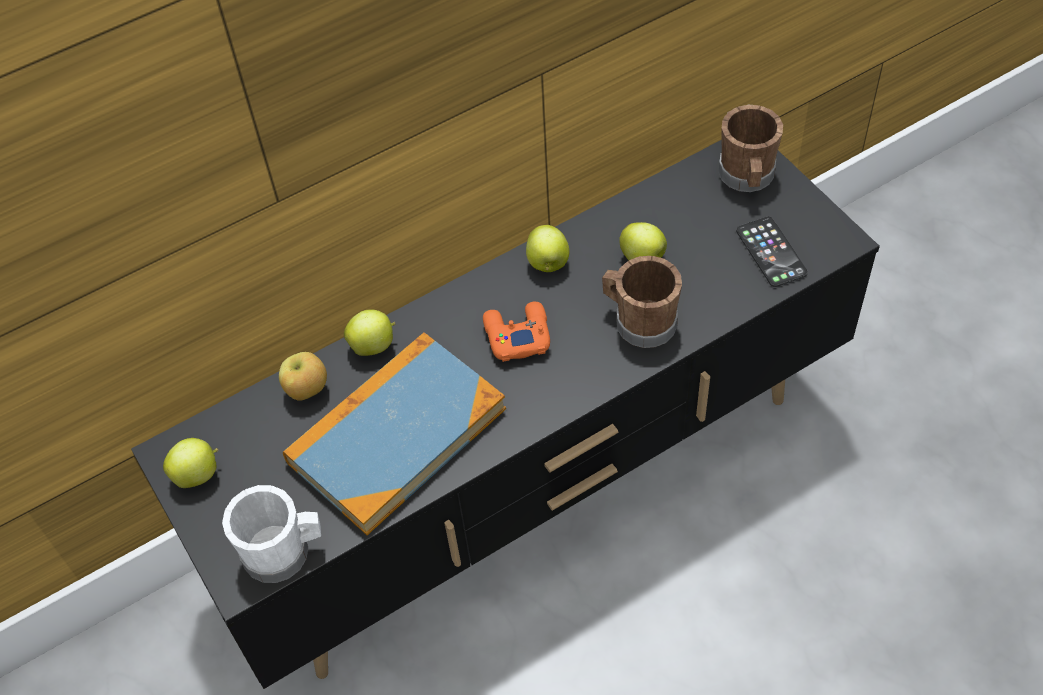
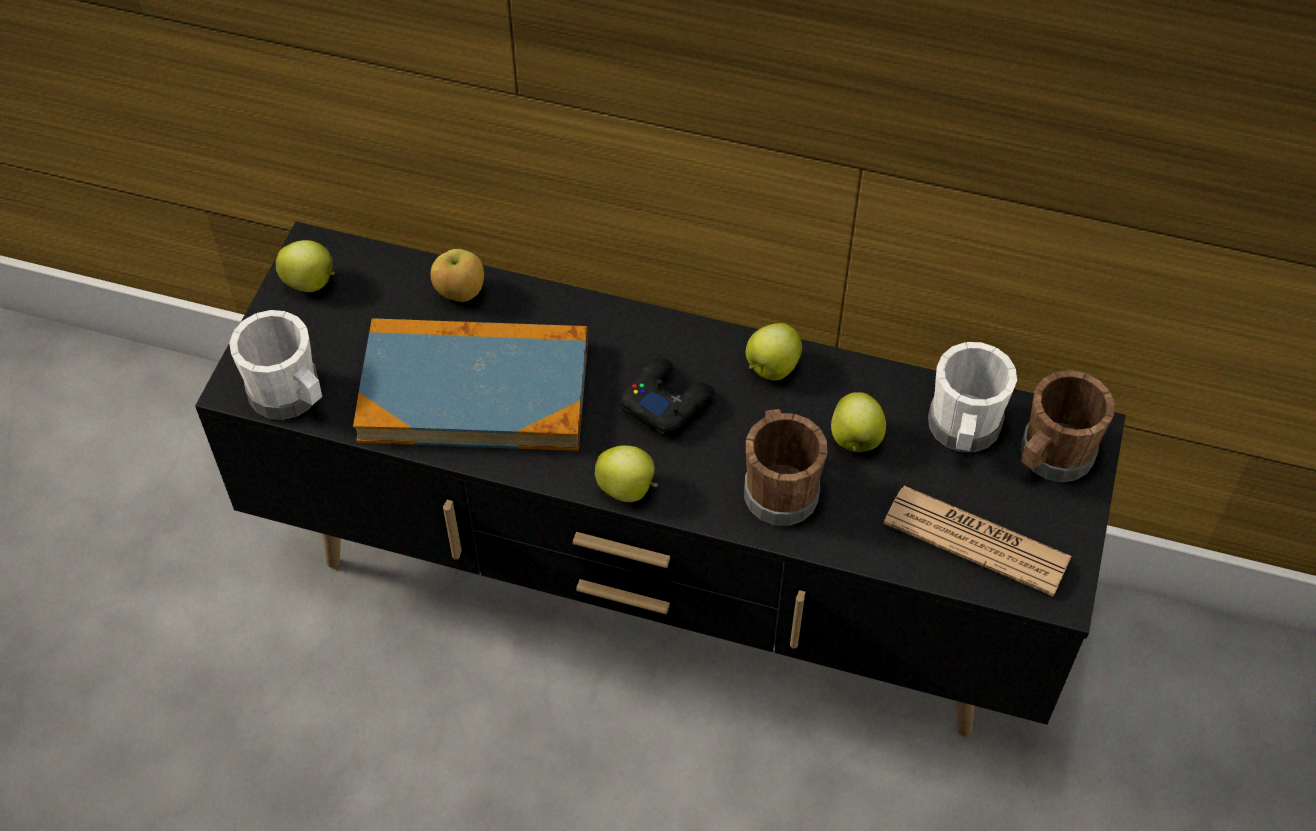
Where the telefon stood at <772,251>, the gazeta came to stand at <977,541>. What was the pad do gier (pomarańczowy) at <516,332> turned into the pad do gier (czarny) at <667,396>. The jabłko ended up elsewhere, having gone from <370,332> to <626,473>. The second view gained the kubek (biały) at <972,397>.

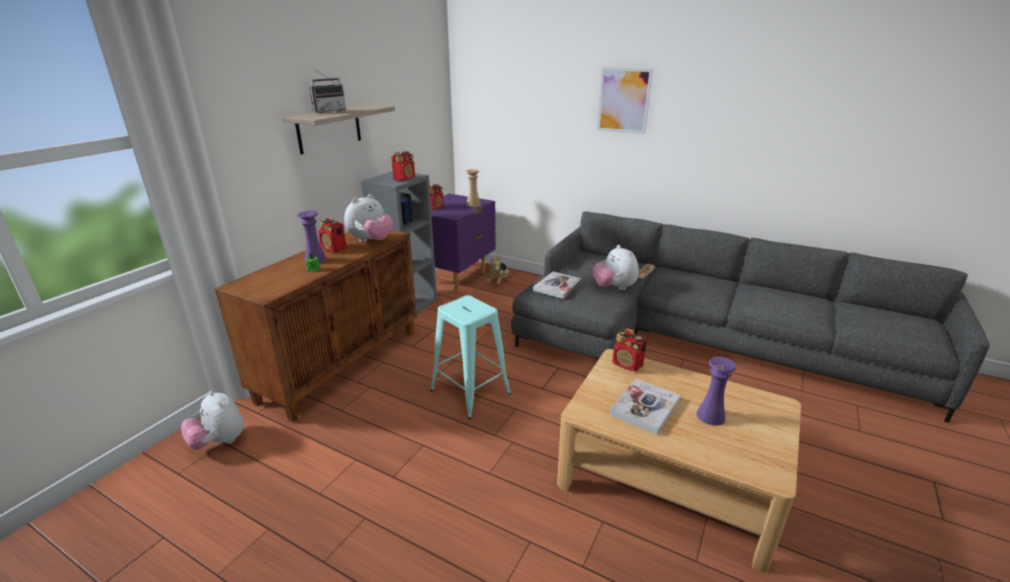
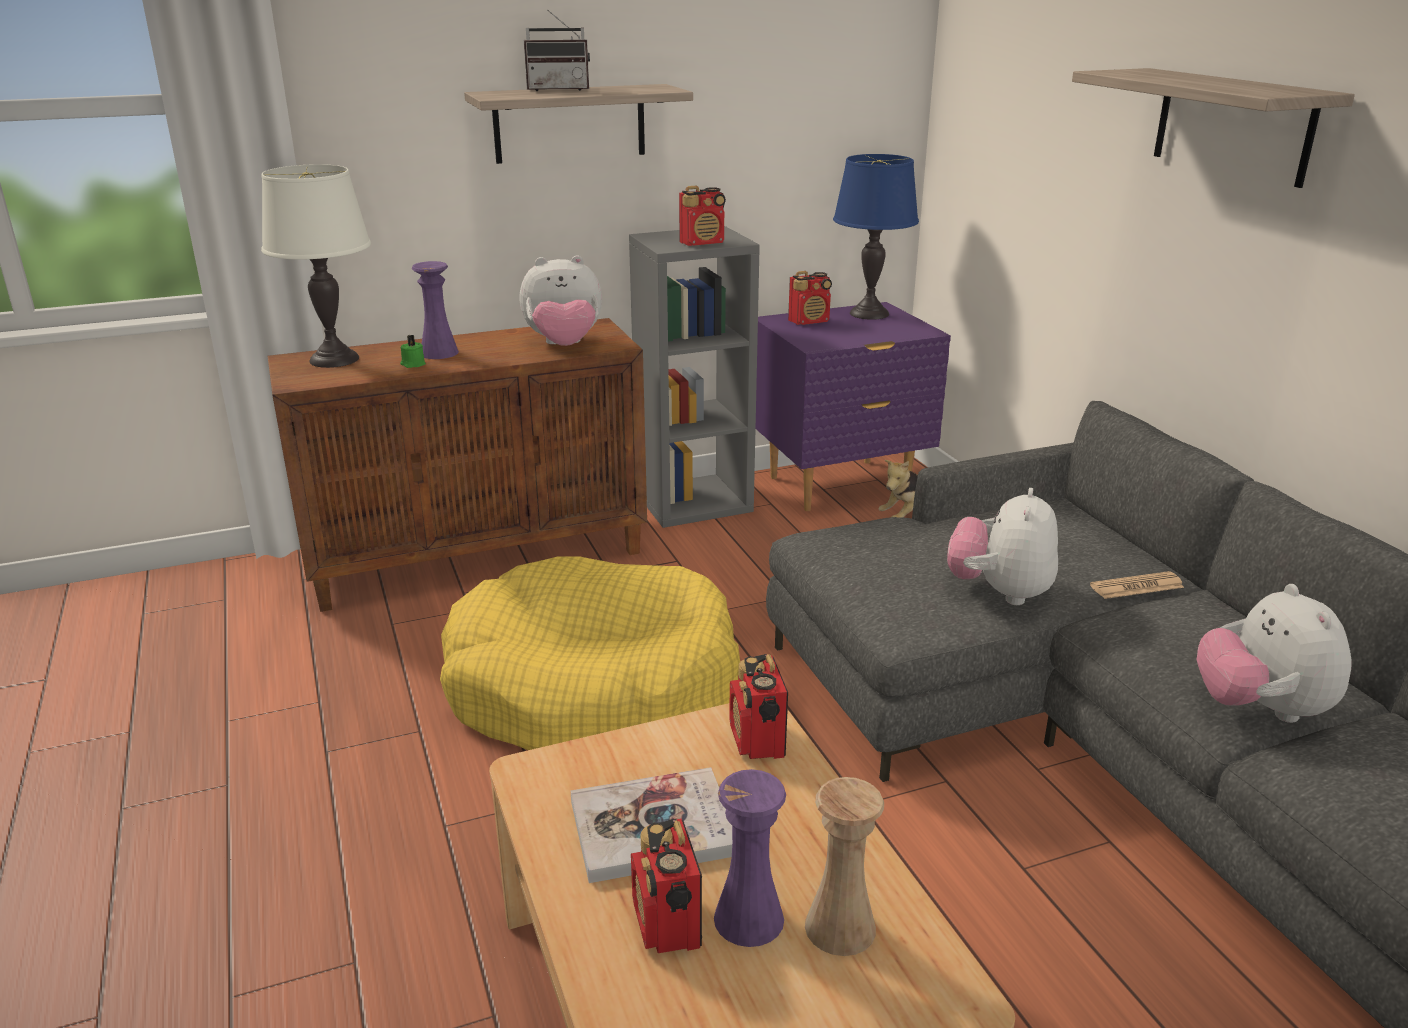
Where the obraz hung at <625,100>, the półka came to hang at <1213,128>. The wazon (beżowy) ended up elsewhere, having gone from <473,188> to <844,866>. The radio ended up elsewhere, having gone from <332,234> to <666,886>. The second view lost the książka at <557,285>. Where the stołek (turkusowy) stood at <470,357>, the legowisko (żółty) came to stand at <590,653>. The pluszak ended up elsewhere, having gone from <212,420> to <1274,653>. The second view gained the lampa stołowa (niebieski) at <876,237>. The second view gained the lampa stołowa (biały) at <316,266>.

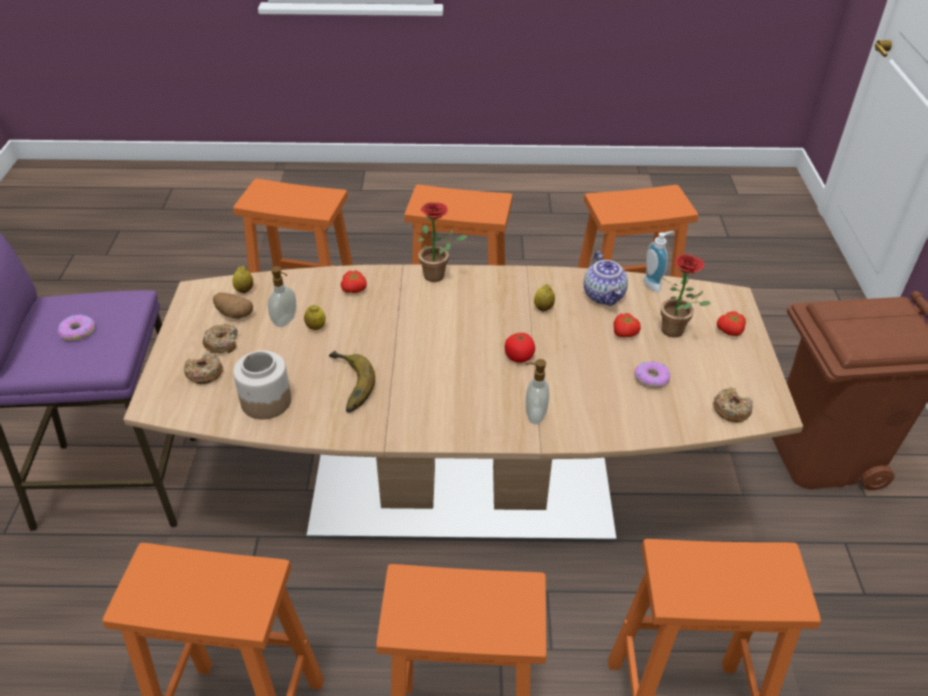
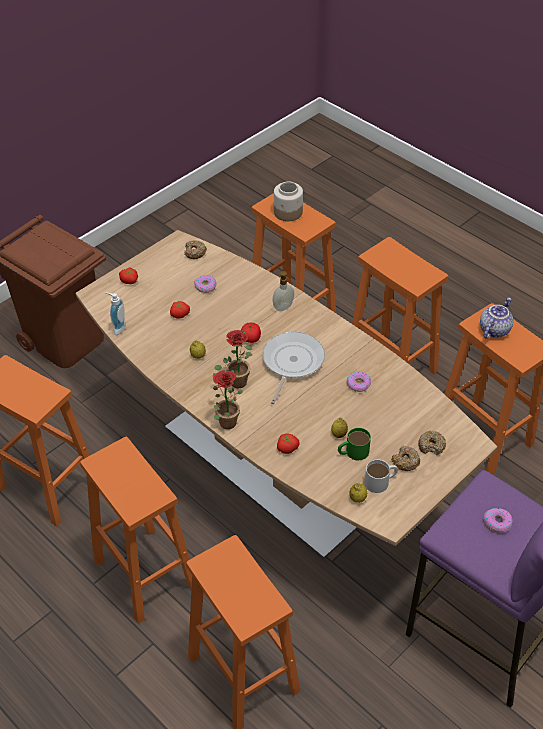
The imbryk ended up elsewhere, having gone from <606,278> to <496,318>. The roślina doniczkowa ended up elsewhere, having gone from <685,296> to <233,359>. Where the dozownik mydła stood at <282,296>, the kubek (zielony) came to stand at <354,444>. Where the ziemniak stood at <233,305>, the kubek (biały) came to stand at <381,476>. The słoik ended up elsewhere, having gone from <262,385> to <288,201>. Where the banan stood at <352,382>, the donut came to stand at <359,381>. The second view gained the patelnia at <294,368>.

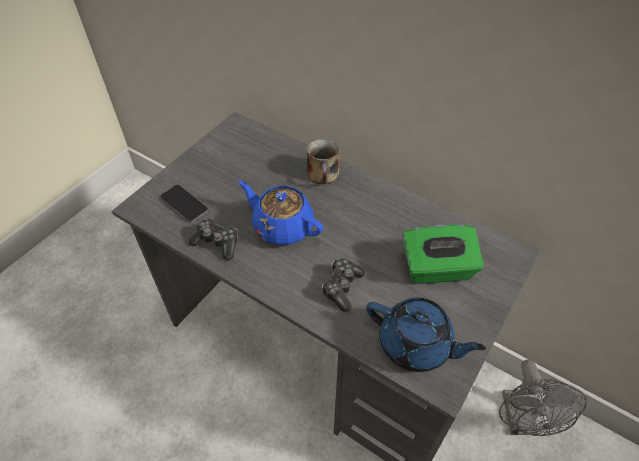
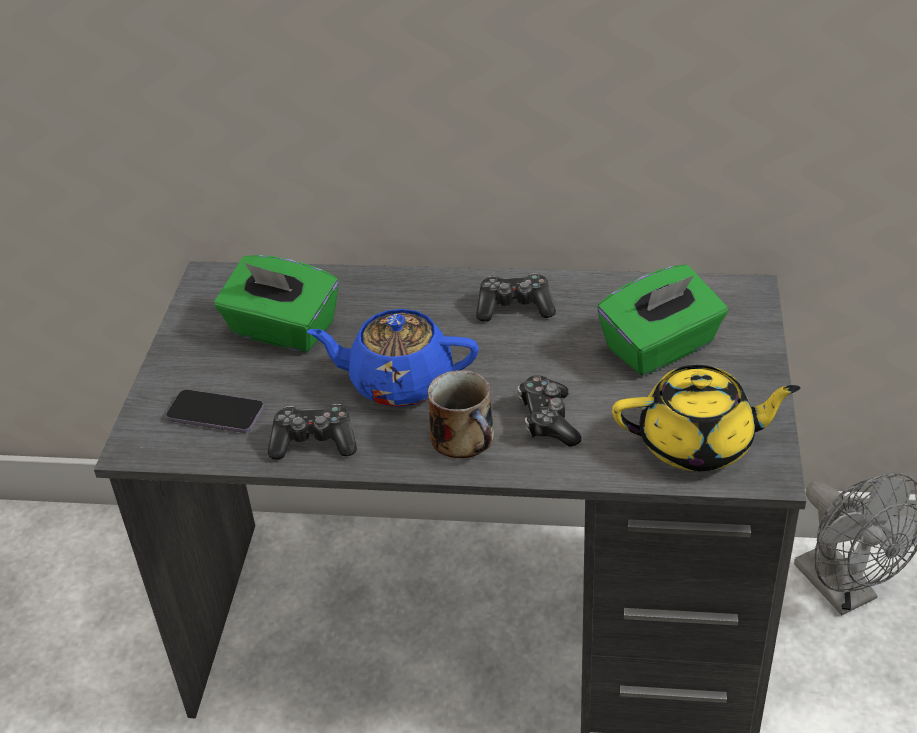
The kubek ended up elsewhere, having gone from <322,161> to <460,414>. What was the imbryk (niebieski) at <426,334> turned into the imbryk (żółty) at <706,418>. The second view gained the pudełko chusteczek (zielony) at <276,304>. The second view gained the pad do gier at <516,297>.

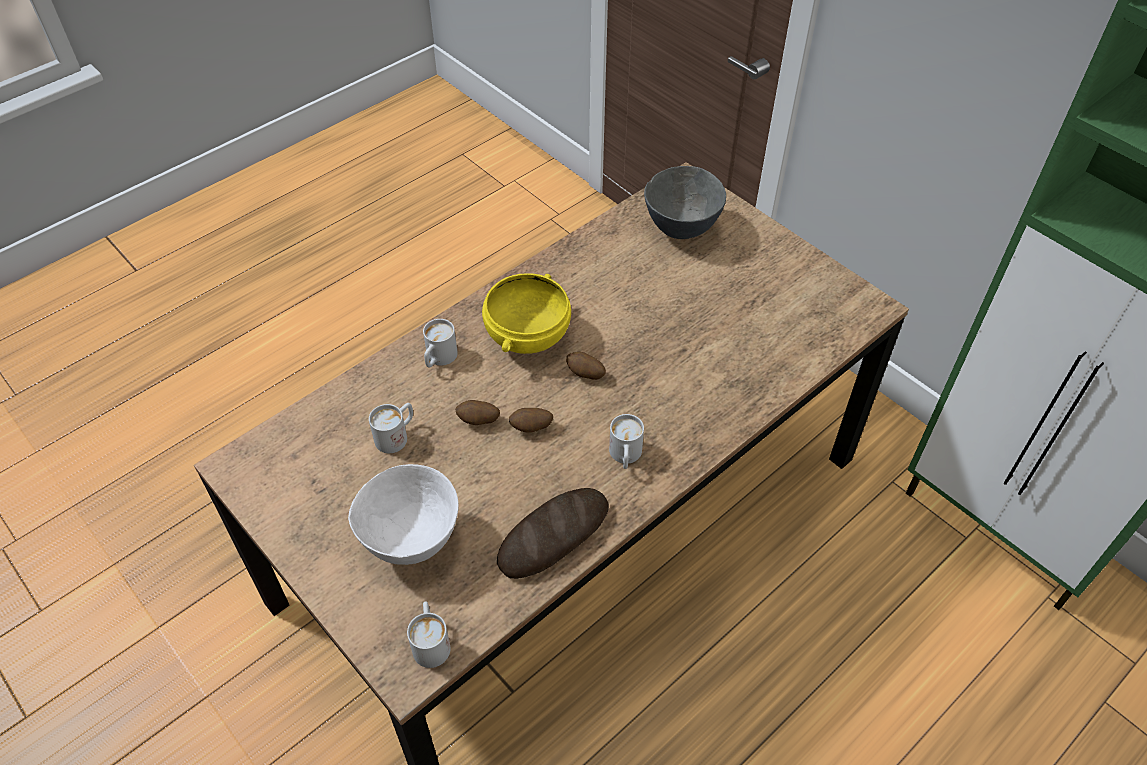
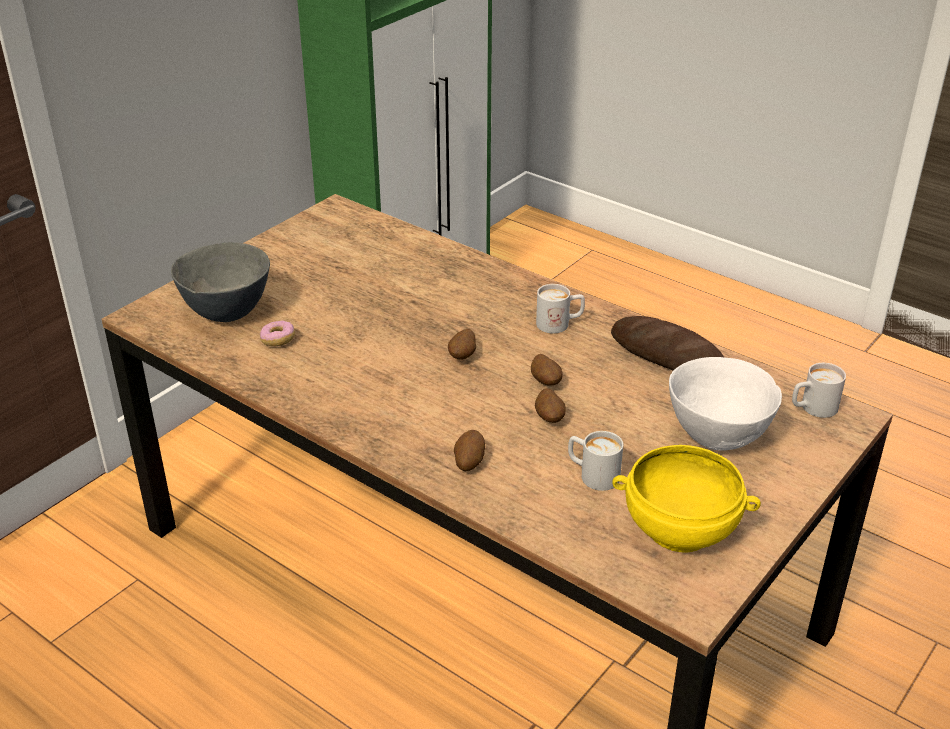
The miska (żółty) ended up elsewhere, having gone from <526,313> to <686,499>. Where the kubek (biały) stood at <440,343>, the ziemniak came to stand at <469,450>. The second view gained the donut at <277,333>.

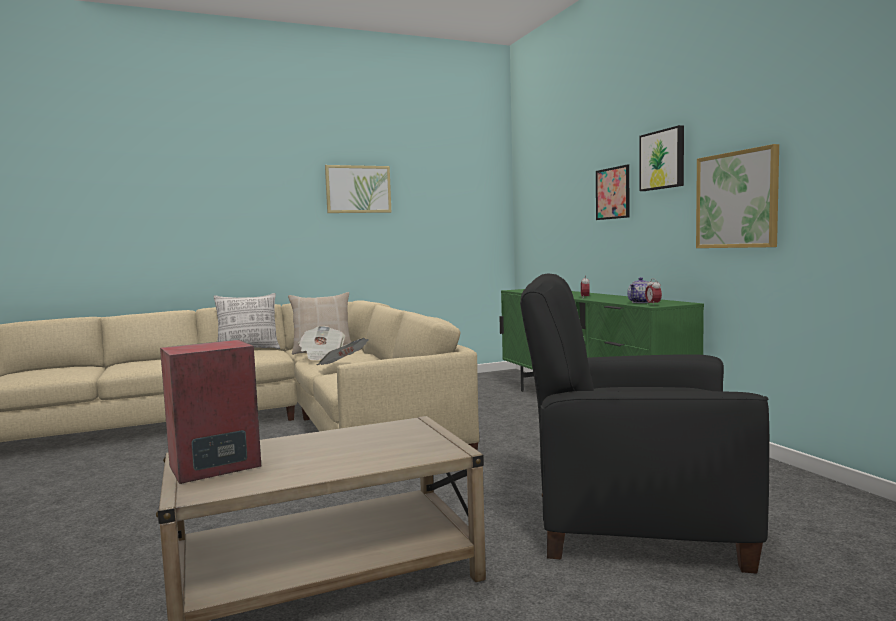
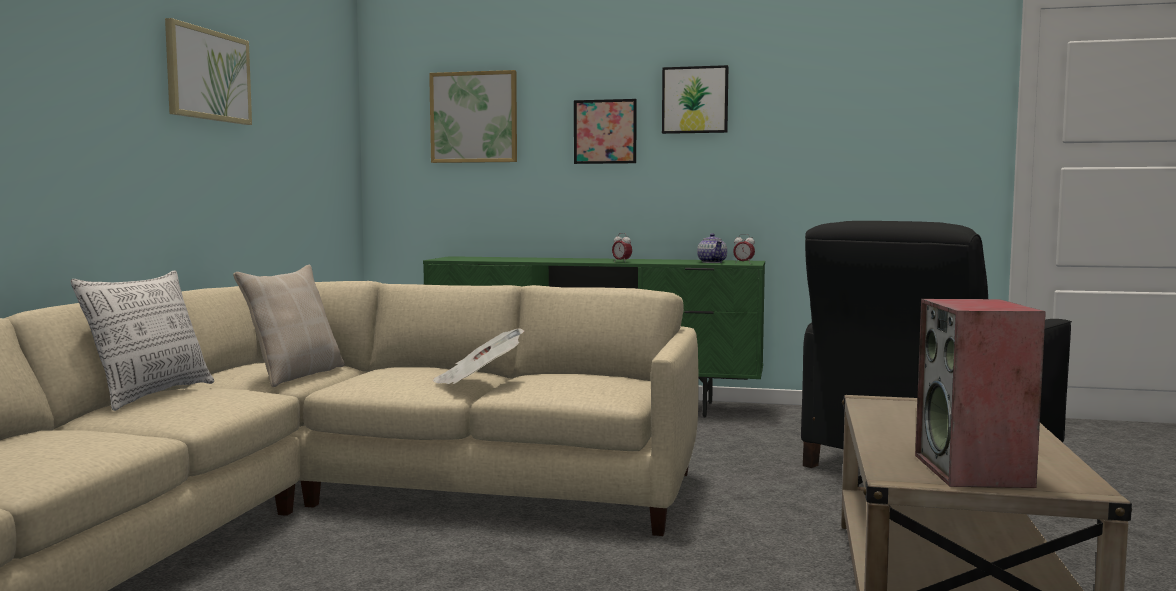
The obraz ended up elsewhere, having gone from <737,196> to <473,116>. The second view lost the gazeta at <321,343>.

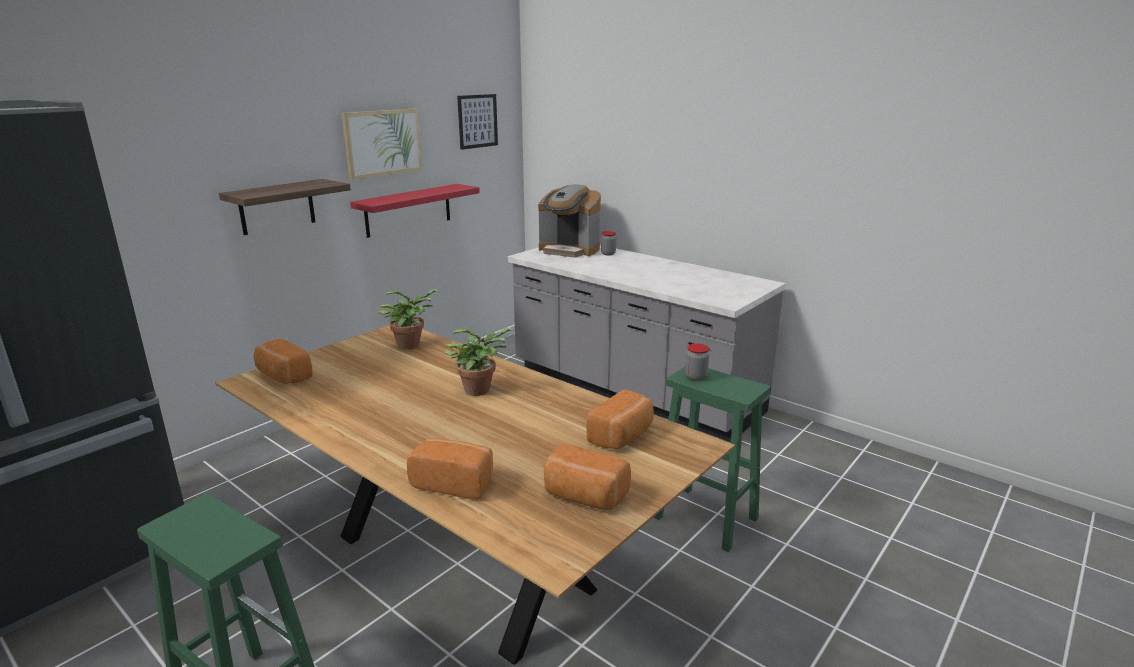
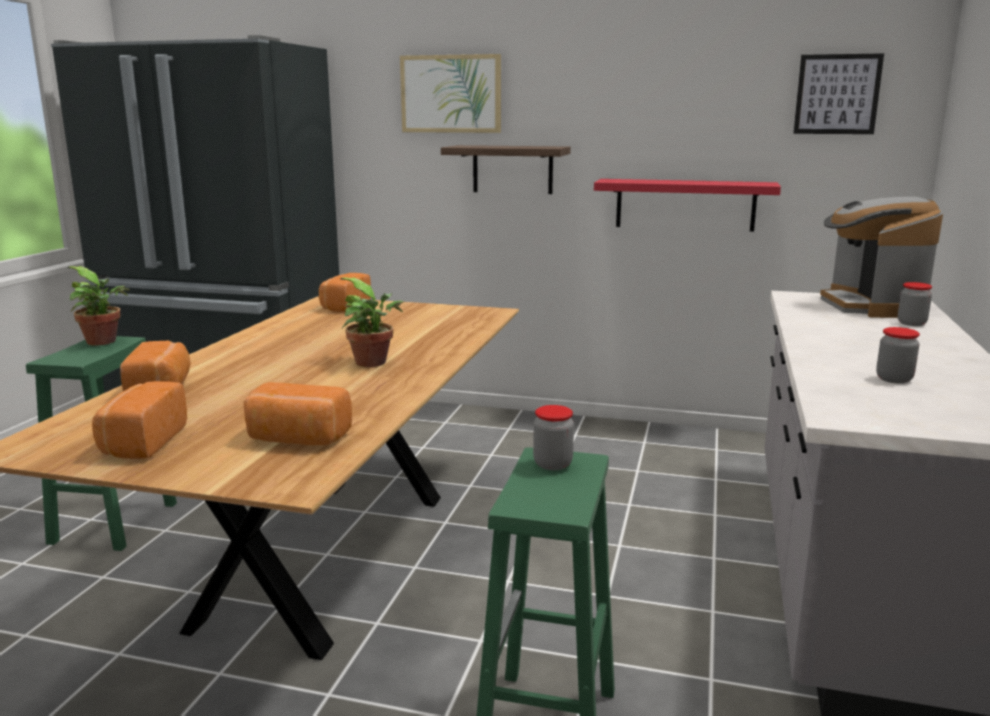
The obraz ended up elsewhere, having gone from <382,144> to <450,93>. The roślina doniczkowa ended up elsewhere, having gone from <409,319> to <99,305>. The second view gained the słoik at <898,355>.

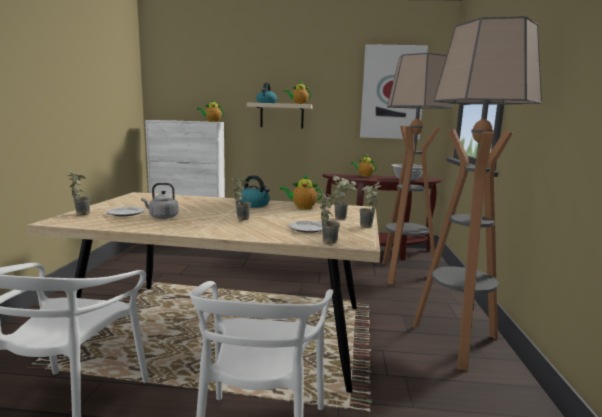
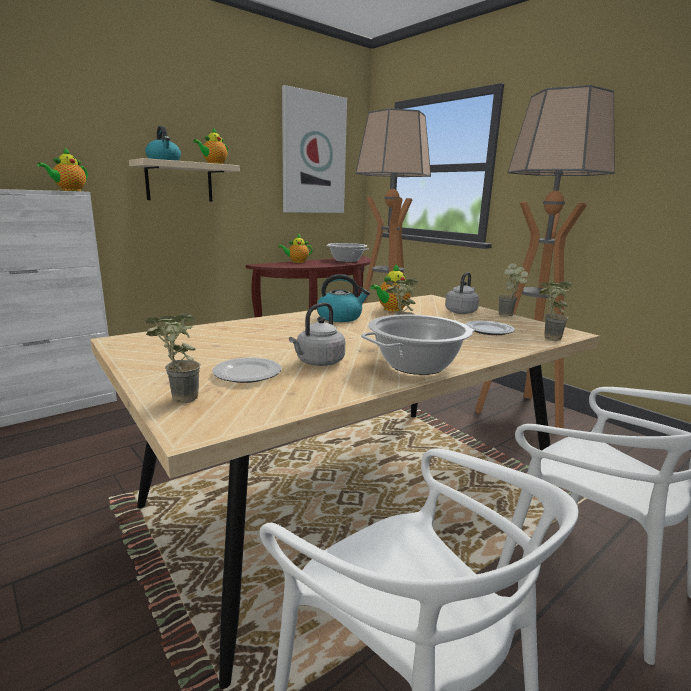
Where the roślina doniczkowa stood at <344,197>, the czajnik (szary) came to stand at <462,293>. The second view gained the garnek at <417,344>.

